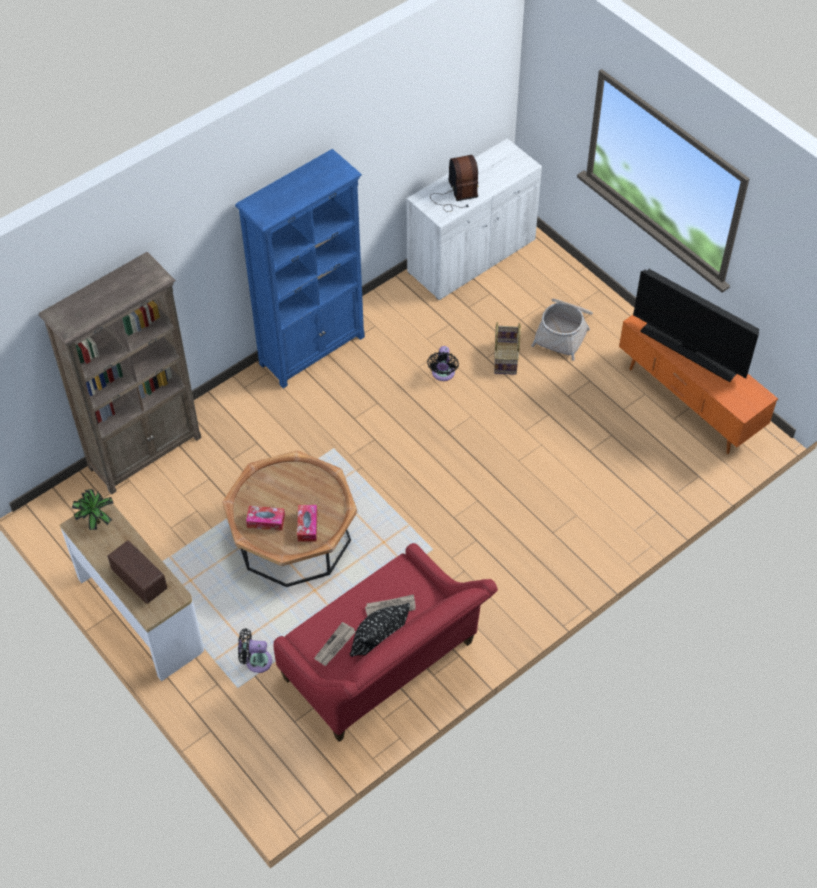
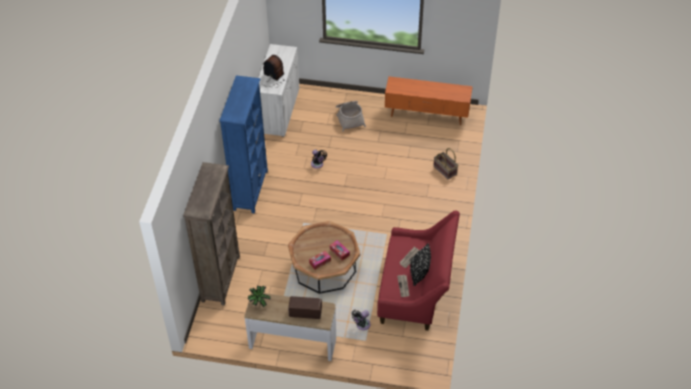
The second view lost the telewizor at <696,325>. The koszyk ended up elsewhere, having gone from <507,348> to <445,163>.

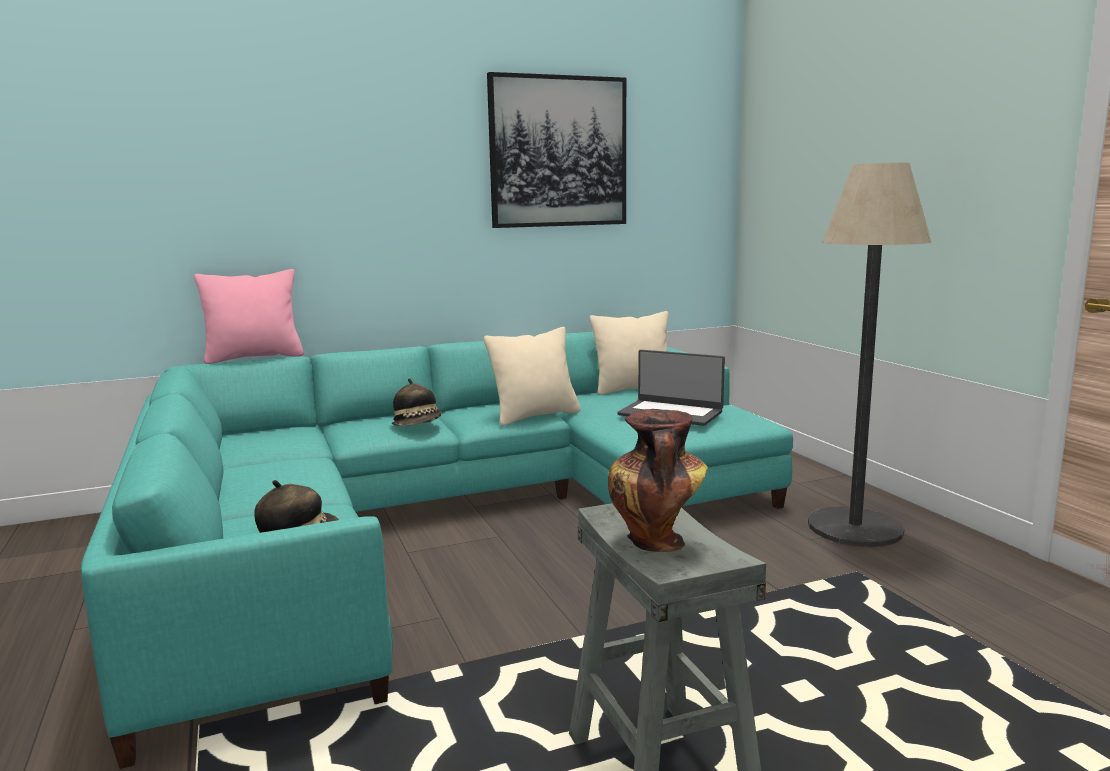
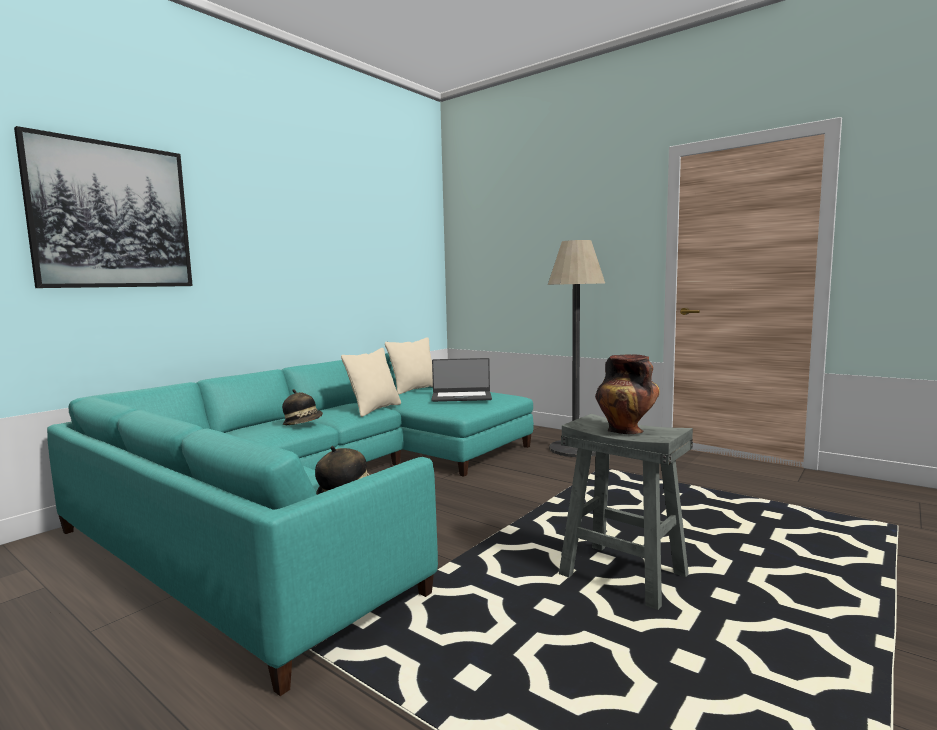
The obraz ended up elsewhere, having gone from <556,150> to <103,207>. The second view lost the poduszka (różowy) at <249,316>.

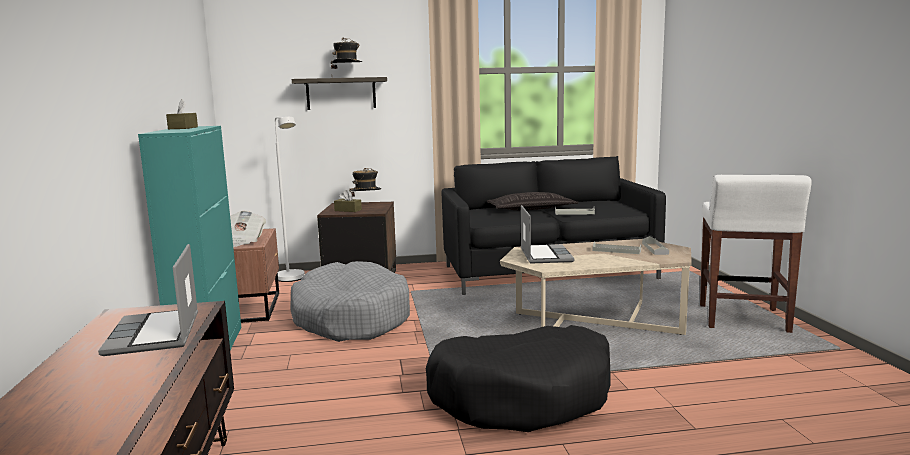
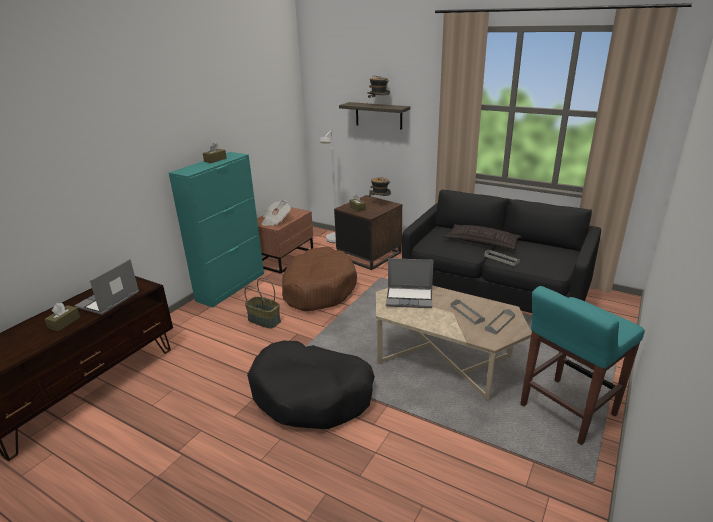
What was the stołek (biały) at <756,254> turned into the stołek (turkusowy) at <582,365>. The laptop at <547,234> ended up facing another way, 60 degrees clockwise from before. What was the legowisko (szary) at <350,301> turned into the legowisko (brązowy) at <319,279>. The second view gained the koszyk at <262,303>. The second view gained the pudełko chusteczek (brązowy) at <62,317>.

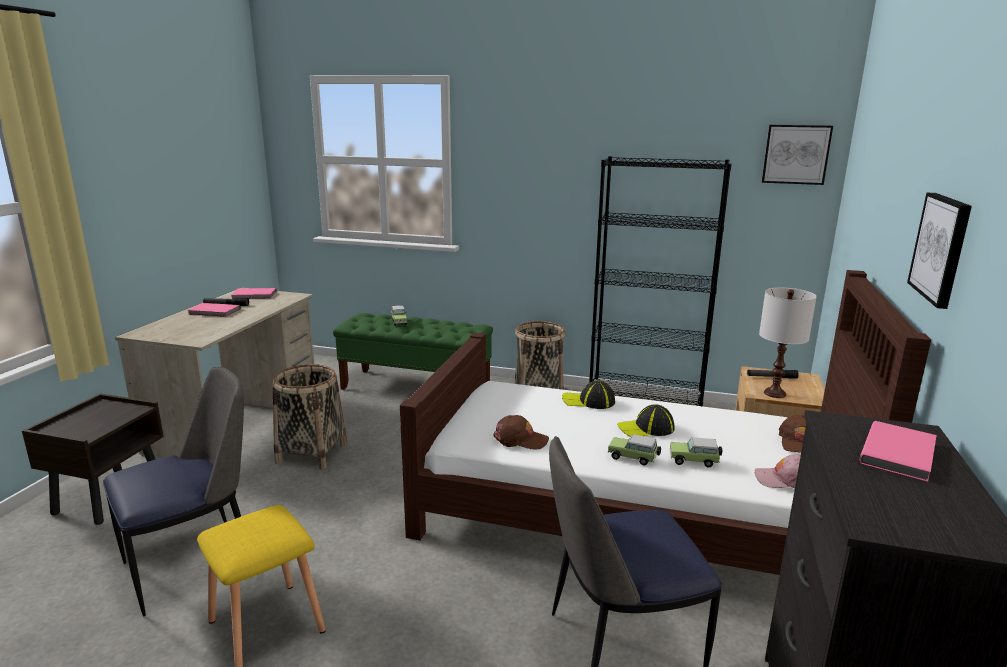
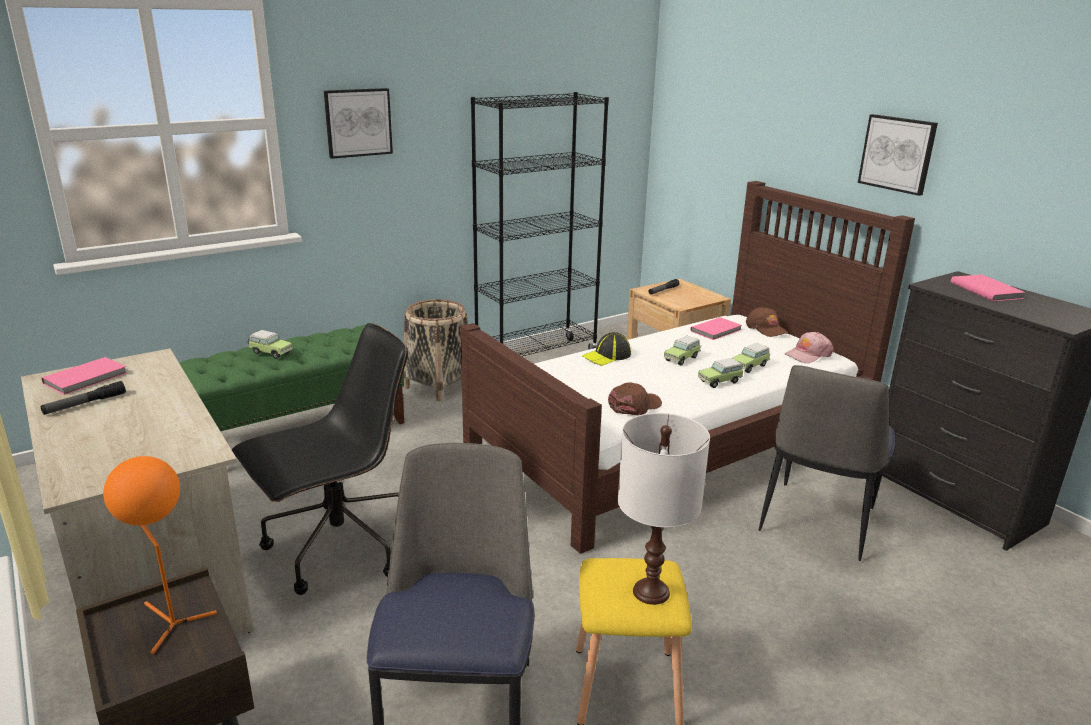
The obraz ended up elsewhere, having gone from <797,155> to <358,123>. The lampa stołowa (biały) ended up elsewhere, having gone from <788,343> to <664,509>. The książka (różowy) ended up elsewhere, having gone from <214,310> to <716,328>. Where the koszyk stood at <310,417>, the krzesło biurowe (czarny) came to stand at <320,459>. Where the czapka z daszkiem stood at <646,420>, the samochodzik came to stand at <682,350>. The second view gained the lampa stołowa (pomarańczowy) at <160,555>.

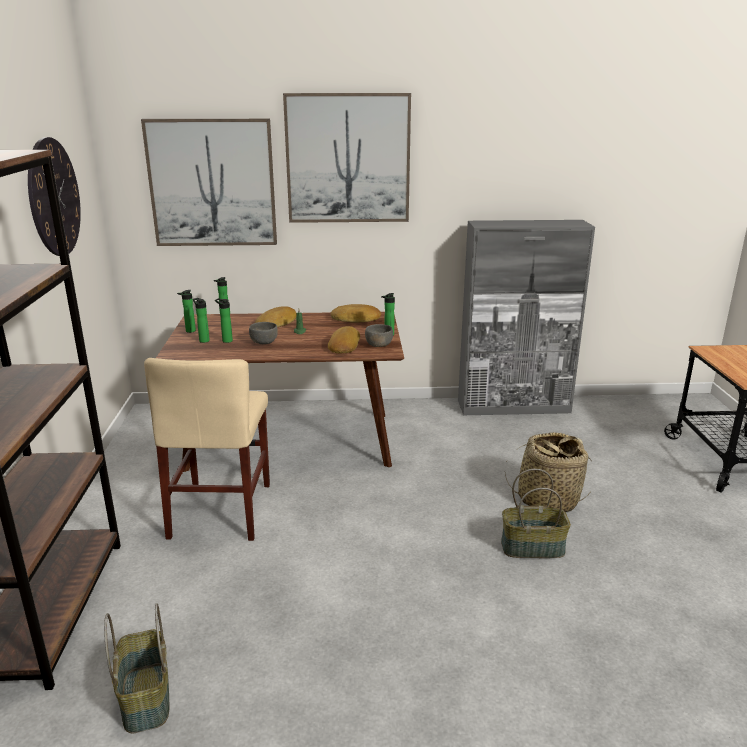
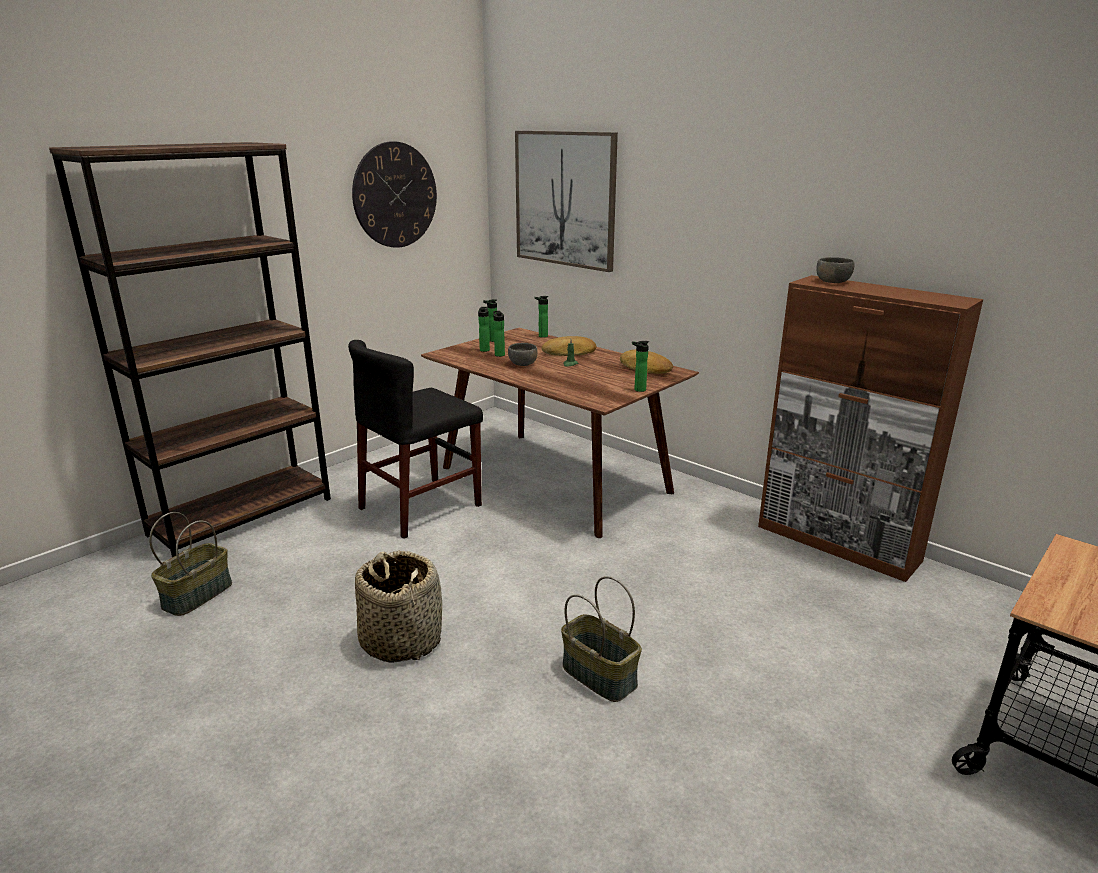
The second view lost the obraz at <347,158>. What was the szafka (szary) at <526,317> turned into the szafka (brązowy) at <871,428>. The miska (szary) ended up elsewhere, having gone from <379,335> to <835,270>. The second view lost the chleb at <344,339>. What was the krzesło (beżowy) at <207,449> turned into the krzesło (czarny) at <415,439>. The koszyk ended up elsewhere, having gone from <548,472> to <398,606>.

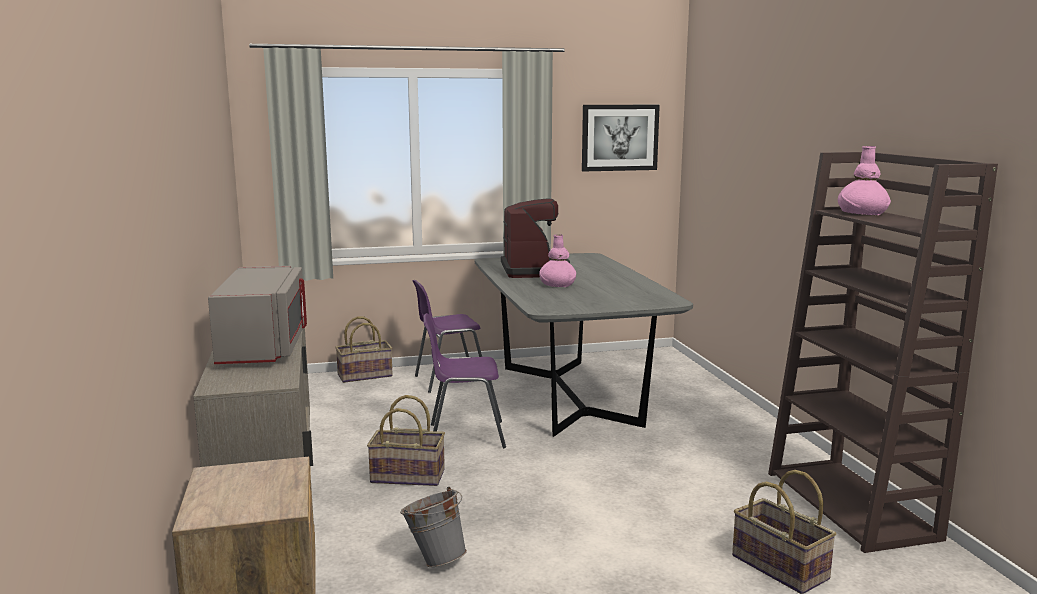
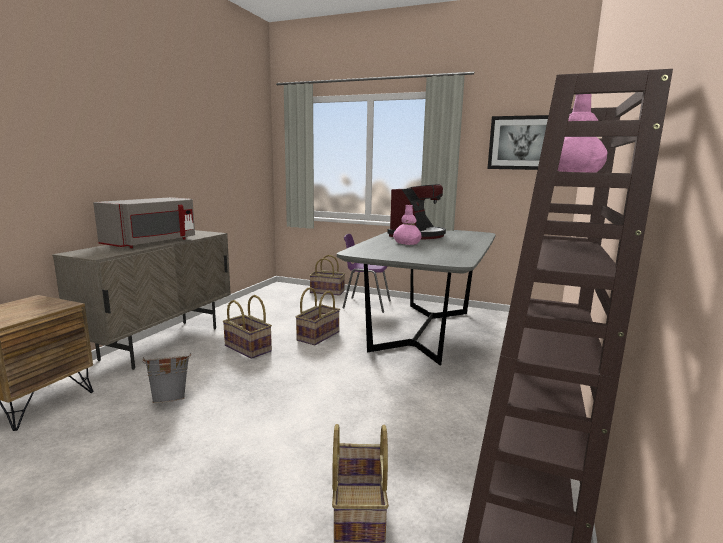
Where the krzesło (fioletowy) stood at <465,380>, the koszyk came to stand at <317,316>.

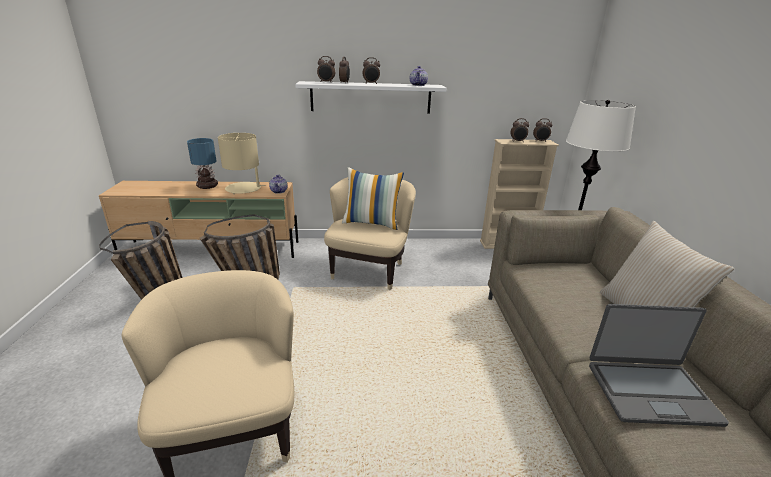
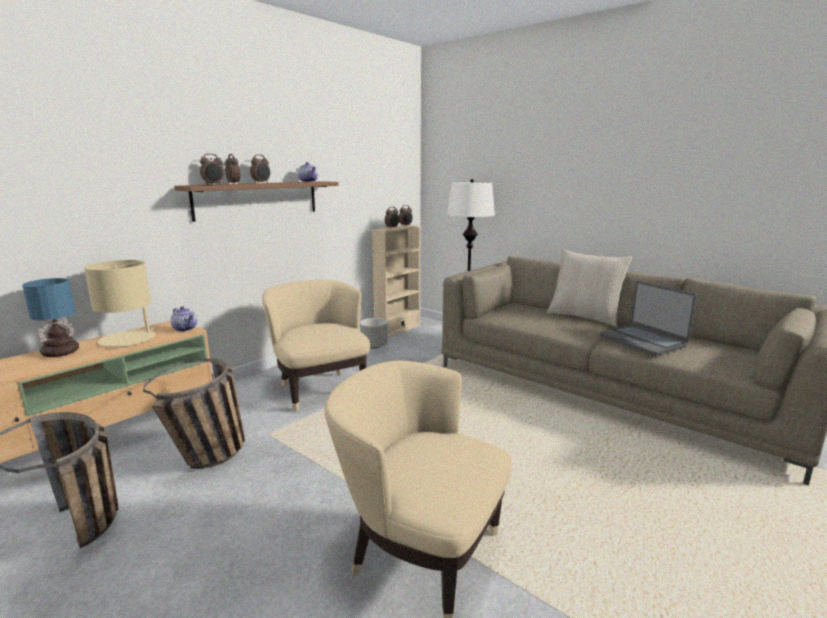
What was the półka (biały) at <371,97> turned into the półka (brązowy) at <256,201>. The second view lost the poduszka at <373,198>. The laptop at <659,365> ended up facing another way, 105 degrees clockwise from before. The second view gained the donica (szary) at <374,333>.

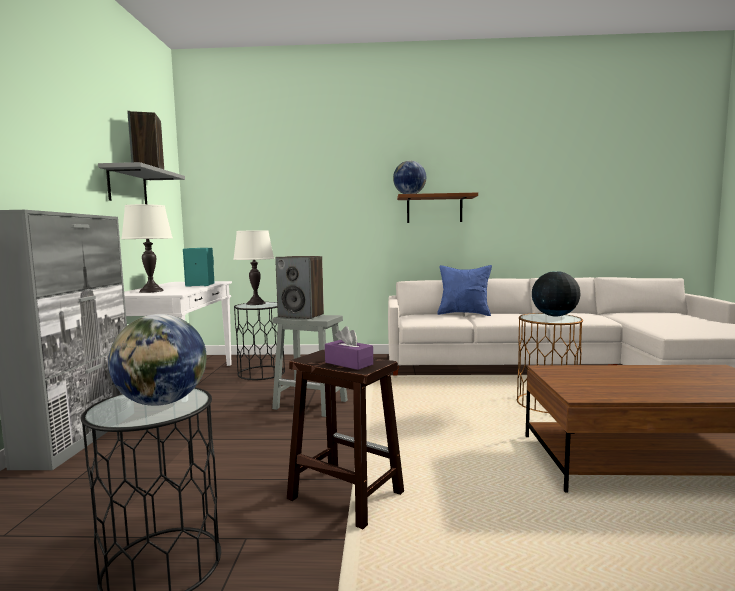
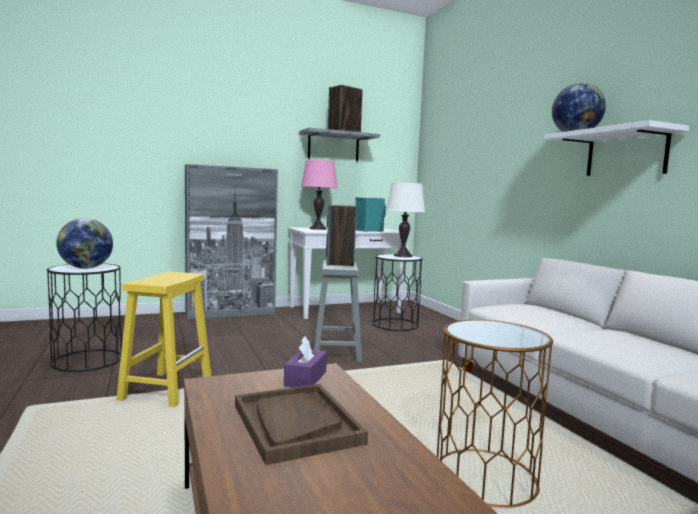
What was the półka (brązowy) at <437,207> turned into the półka (biały) at <616,148>. What was the lampa stołowa (biały) at <147,248> turned into the lampa stołowa (różowy) at <319,195>. The second view lost the poduszka (niebieski) at <464,290>. The second view lost the globus at <556,293>. The pudełko chusteczek (fioletowy) ended up elsewhere, having gone from <349,348> to <305,361>. What was the stołek (brązowy) at <345,439> turned into the stołek (żółty) at <163,339>. The second view gained the taca (brązowy) at <301,424>.

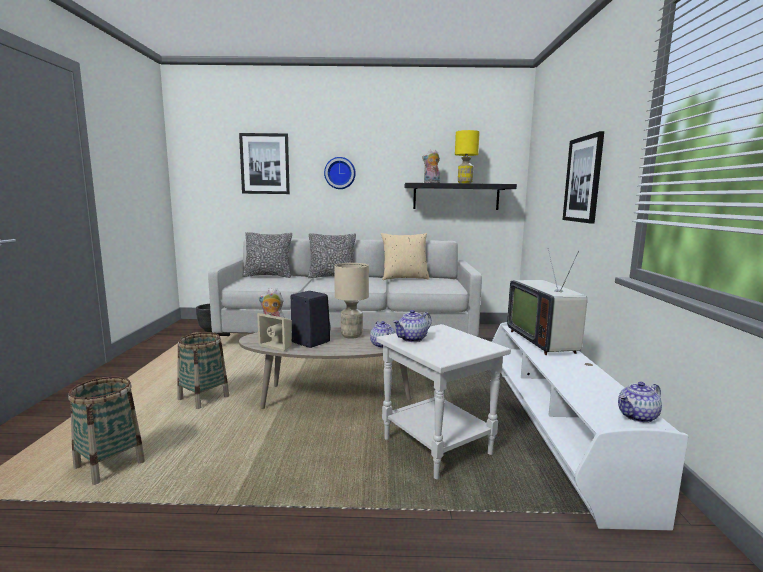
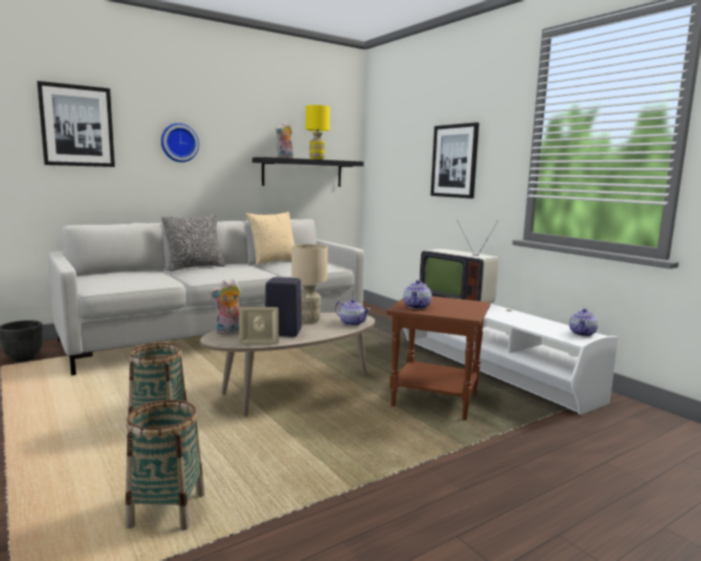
The second view lost the poduszka at <267,255>. What was the stolik (biały) at <443,401> turned into the stolik (brązowy) at <438,358>.

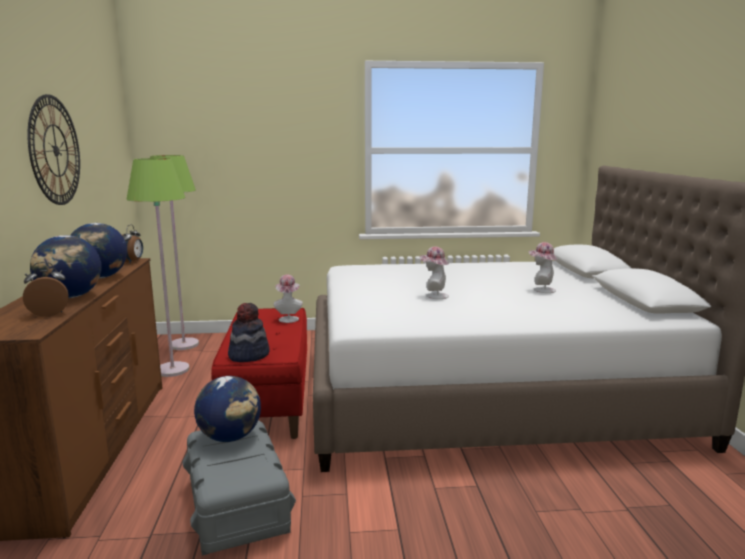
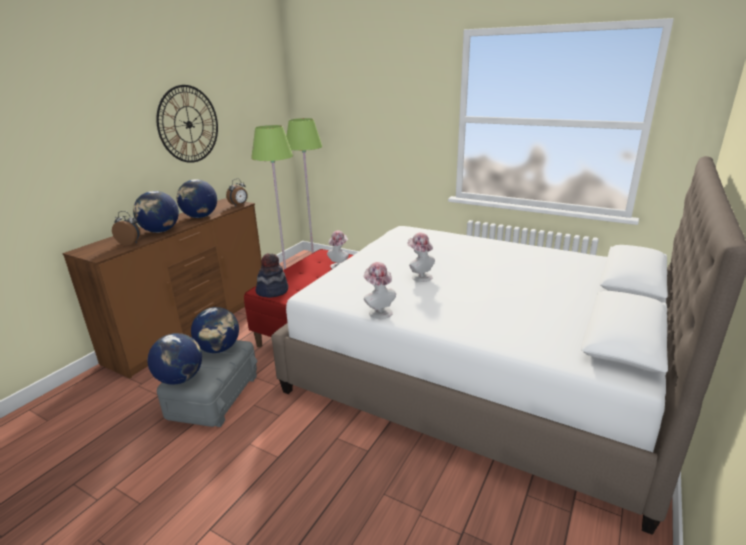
The kapelusz ended up elsewhere, having gone from <543,267> to <379,290>. The second view gained the globus at <174,359>.

